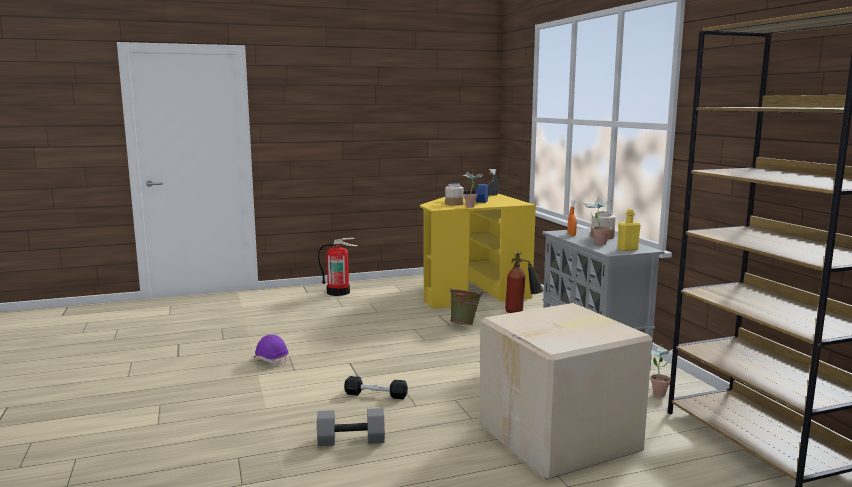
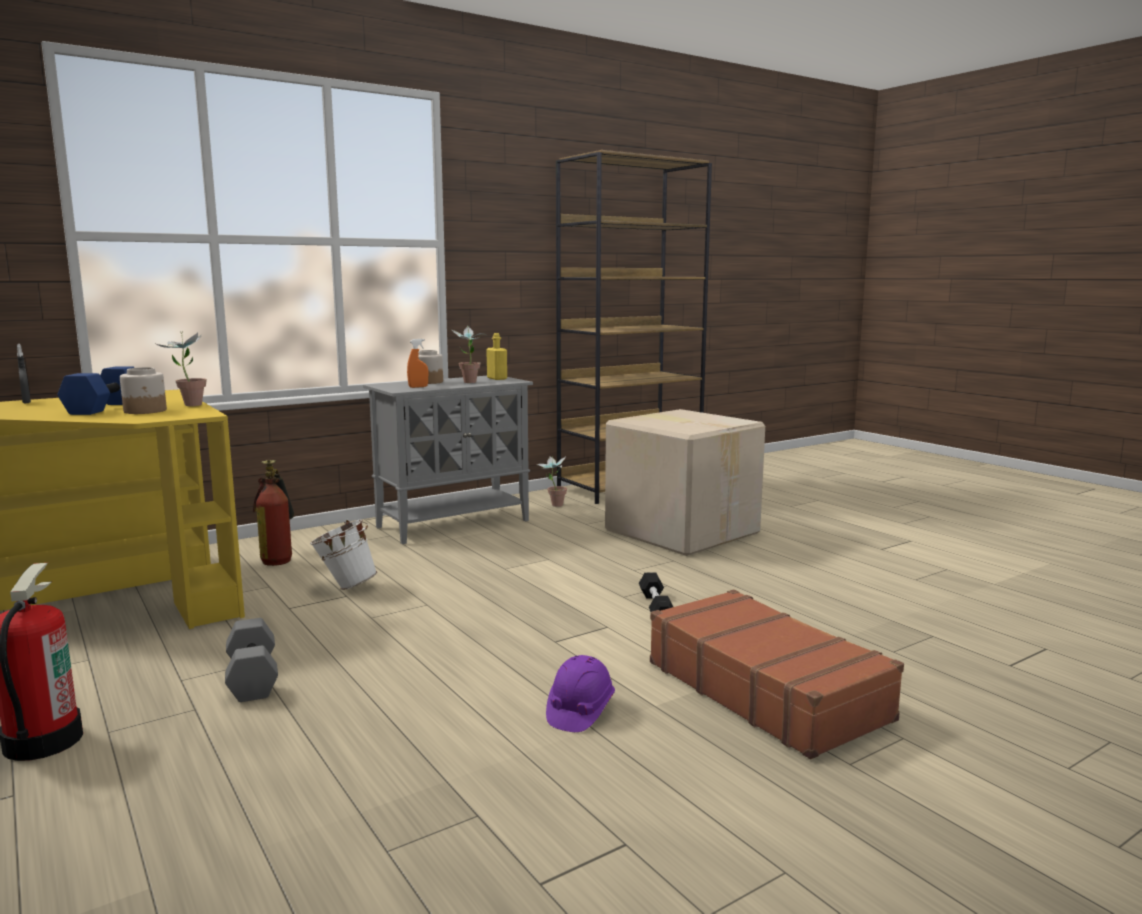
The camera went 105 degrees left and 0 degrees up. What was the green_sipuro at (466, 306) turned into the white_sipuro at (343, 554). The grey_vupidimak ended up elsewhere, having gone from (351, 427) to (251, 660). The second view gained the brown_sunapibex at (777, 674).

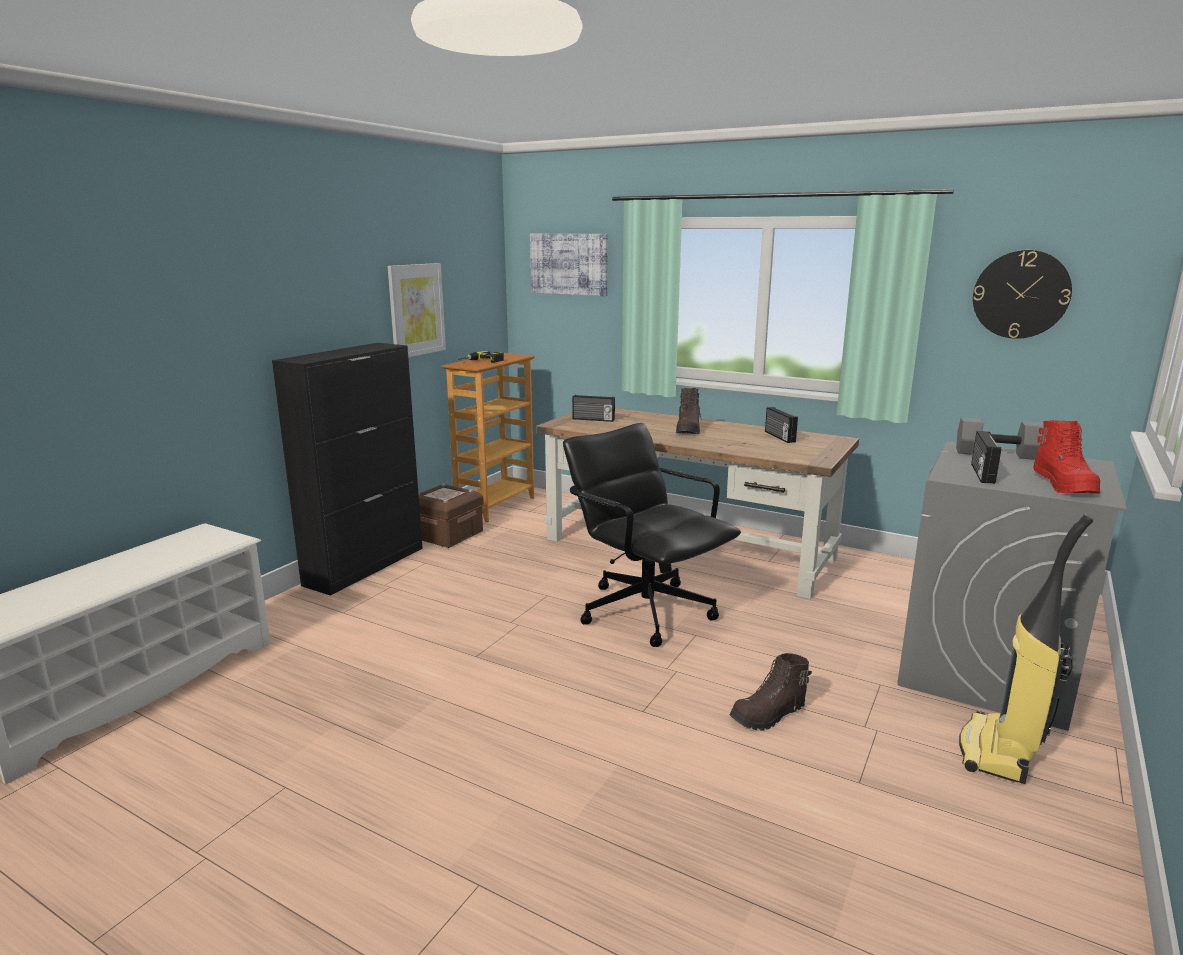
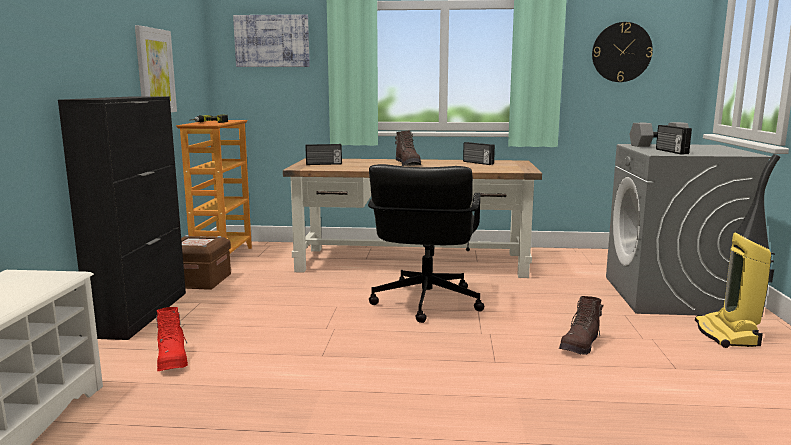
The camera went 25 degrees left and 5 degrees down. The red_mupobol ended up elsewhere, having gone from (1066, 457) to (172, 339). The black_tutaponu at (652, 535) ended up facing another way, 105 degrees counterclockwise from before.

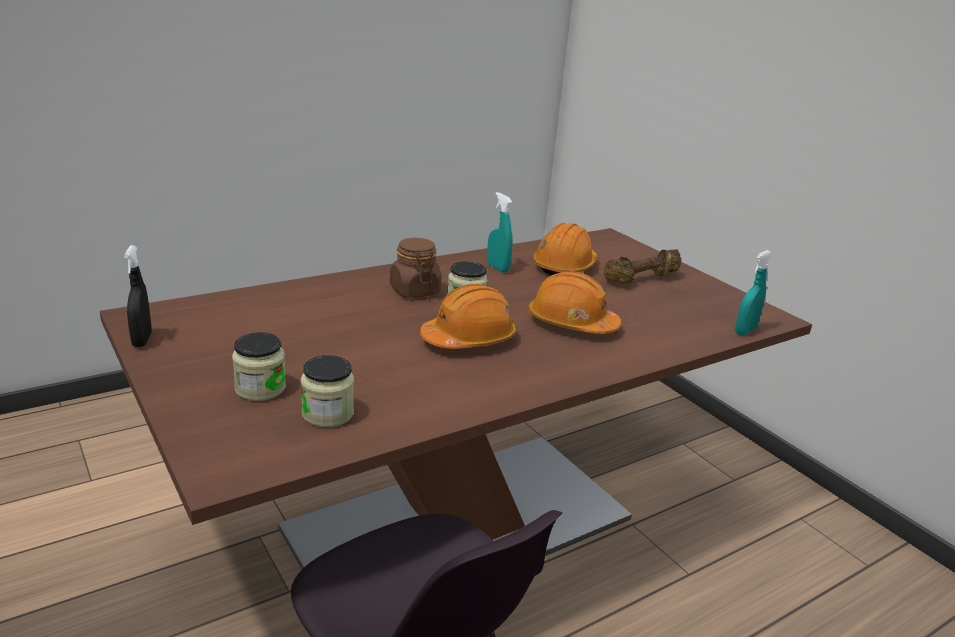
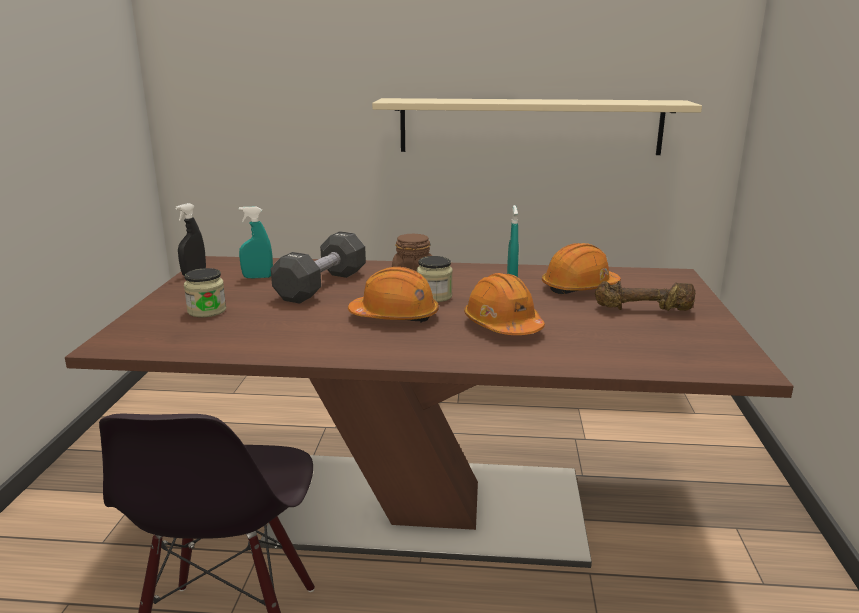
The camera went 40 degrees right and 5 degrees down. The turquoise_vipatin ended up elsewhere, having gone from (753, 292) to (256, 242). The second view lost the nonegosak at (327, 391). The second view gained the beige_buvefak at (537, 126). The second view gained the black_vupidimak at (318, 267).

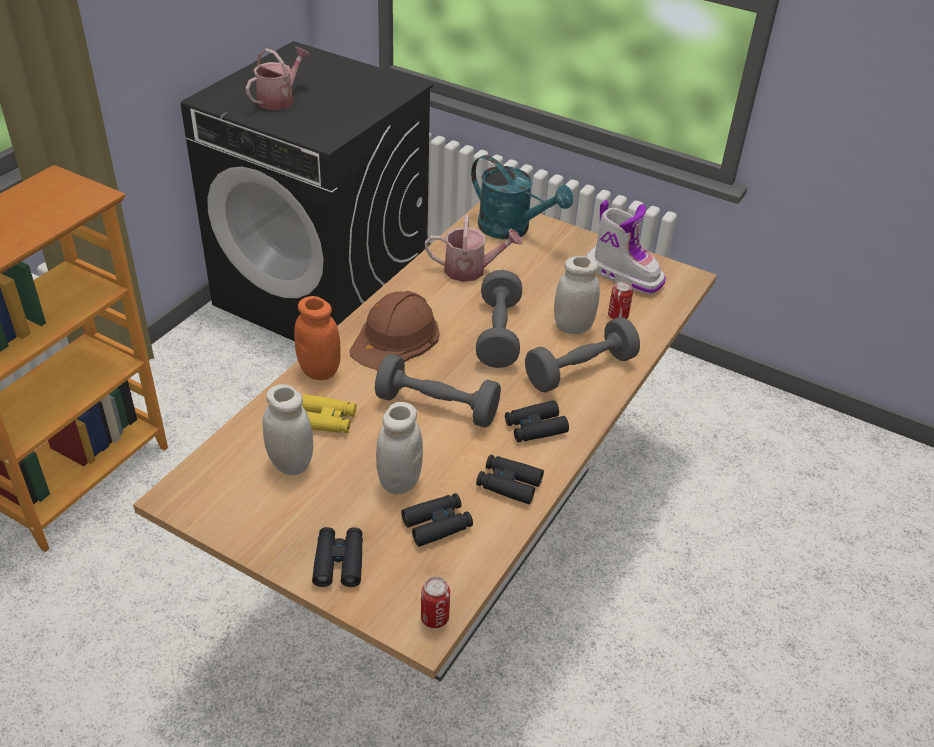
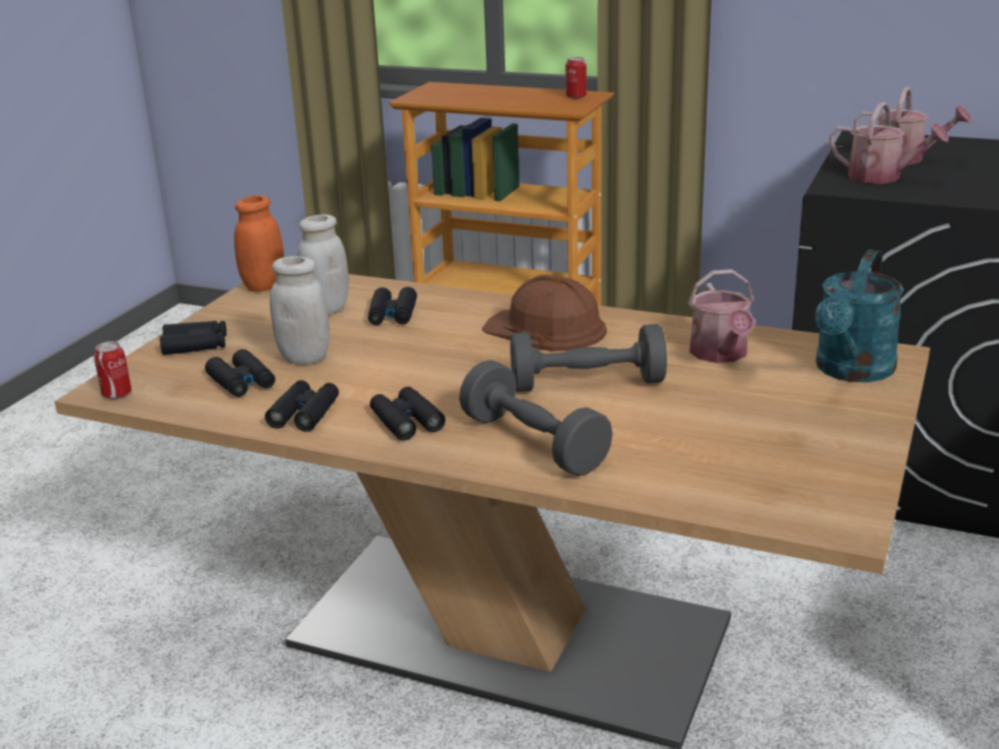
The camera went 85 degrees right and 15 degrees down. The second view lost the mupobol at (626, 247). The second view lost the white_nonegosak at (577, 295). The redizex ended up elsewhere, having gone from (620, 300) to (576, 78). The orange_nonegosak ended up elsewhere, having gone from (317, 338) to (259, 243). The second view lost the grey_vupidimak at (438, 391). What was the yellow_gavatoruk at (329, 413) turned into the black_gavatoruk at (392, 306). The second view gained the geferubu at (889, 143).

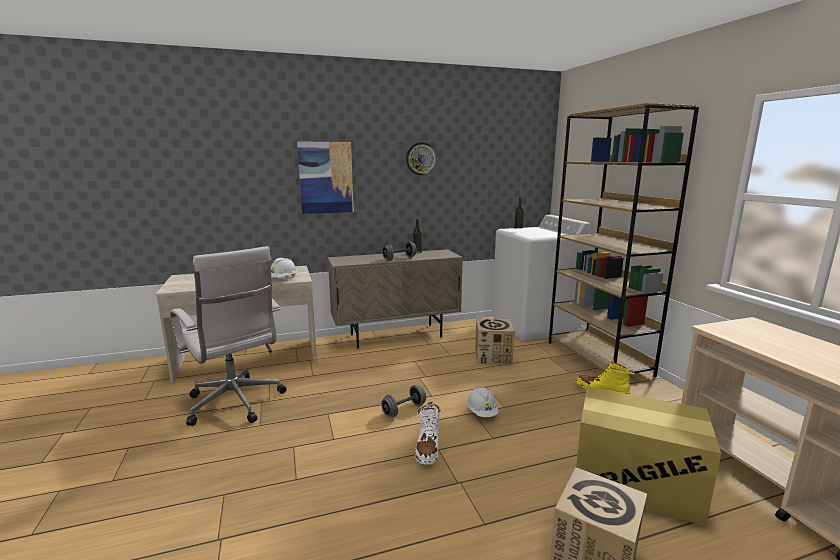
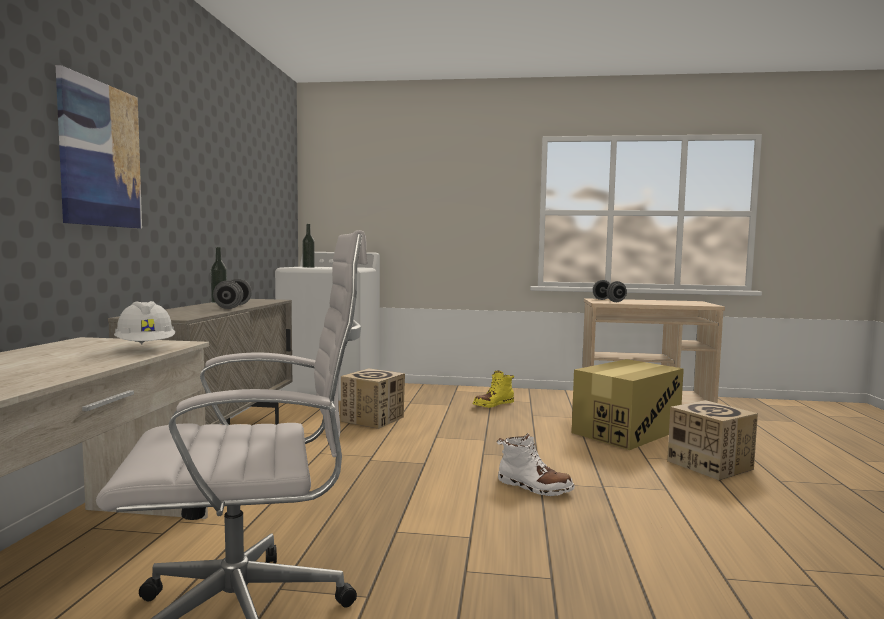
The camera went 65 degrees left and 10 degrees down. The second view lost the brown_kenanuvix at (624, 240). The second view lost the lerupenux at (421, 159). The grey_vupidimak ended up elsewhere, having gone from (403, 401) to (610, 291). The second view lost the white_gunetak at (482, 402).

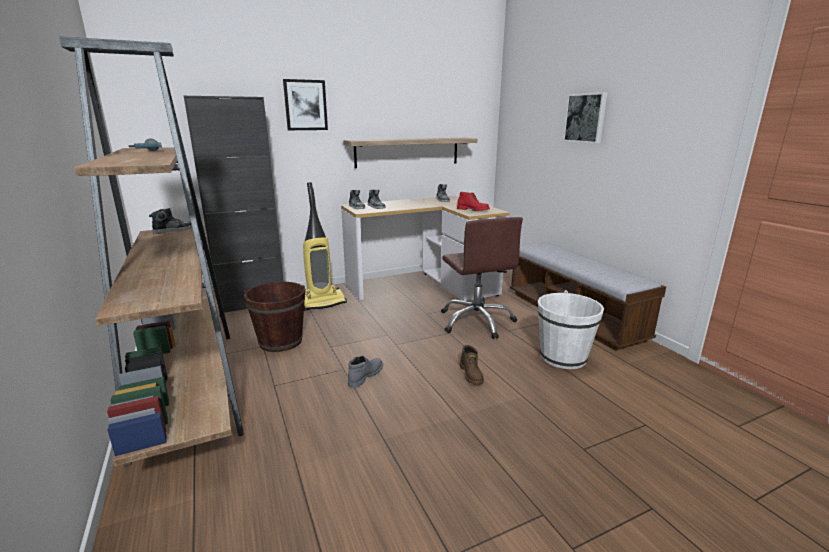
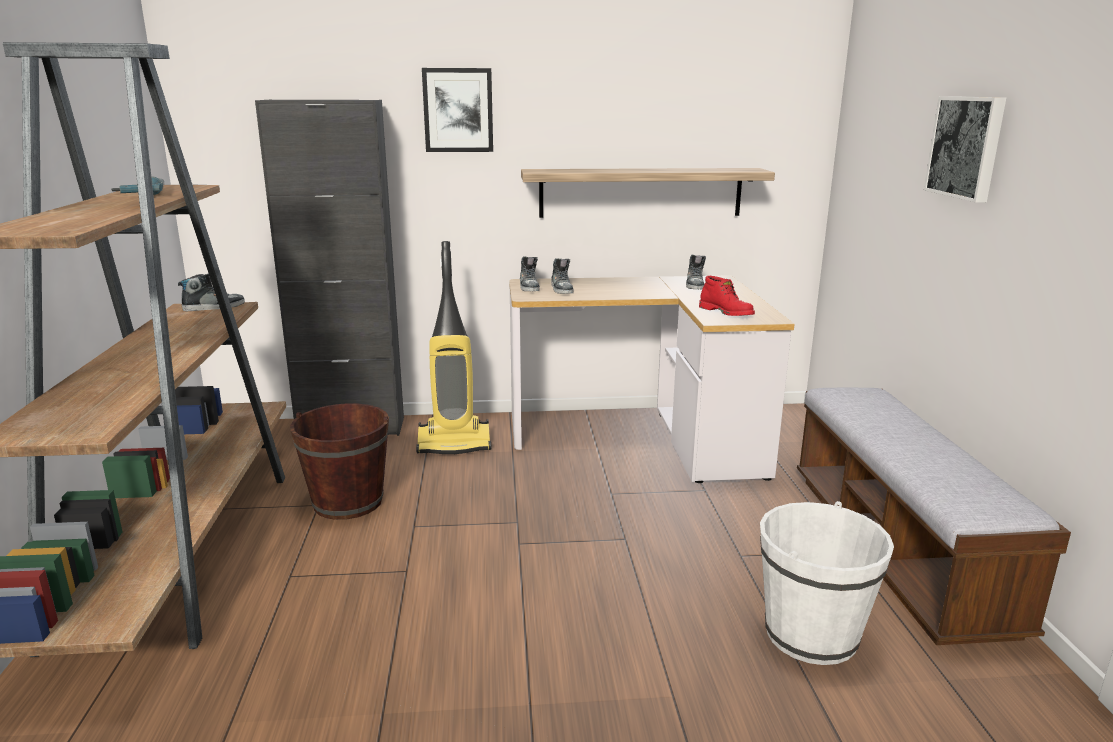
The camera went 20 degrees right and 0 degrees up. The second view lost the brown_tutaponu at (482, 278). The second view lost the brown_mupobol at (472, 365). The second view lost the grey_mupobol at (365, 372).

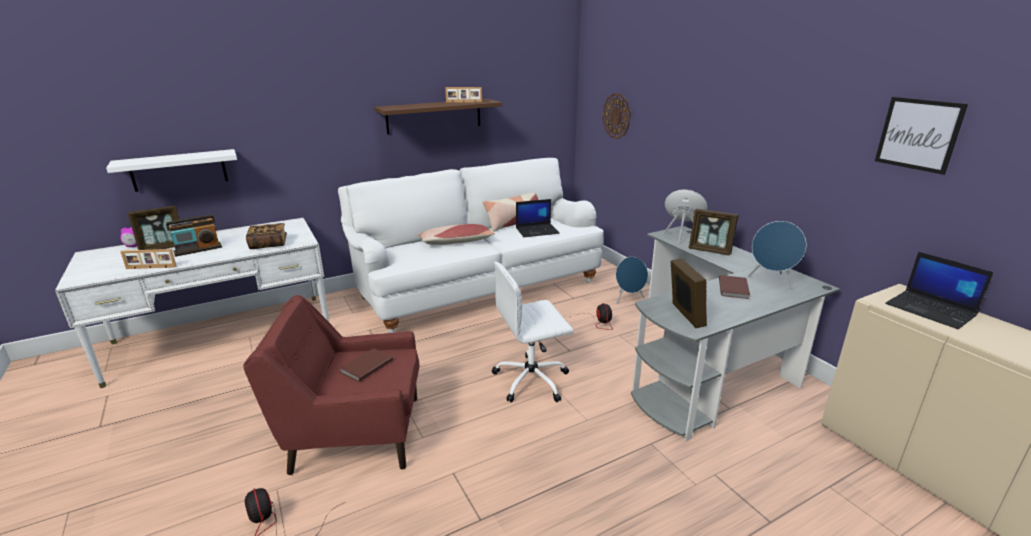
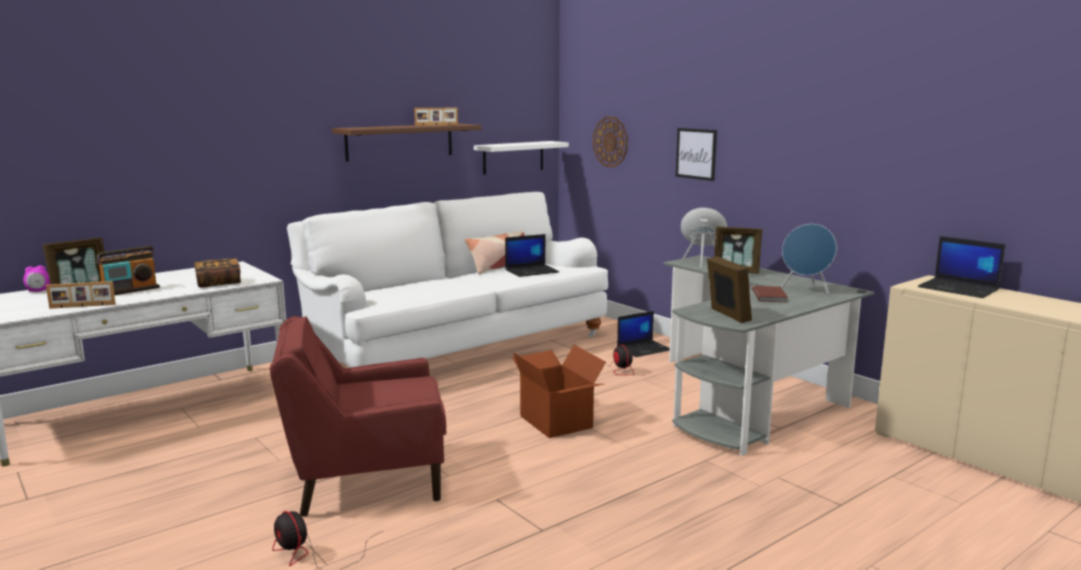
The camera went 10 degrees left and 10 degrees down. The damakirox ended up elsewhere, having gone from (921, 136) to (696, 154). The white_buvefak ended up elsewhere, having gone from (171, 170) to (521, 158). The second view lost the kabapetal at (456, 234). Where the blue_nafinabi stood at (632, 280), the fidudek came to stand at (643, 334). Where the white_tutaponu stood at (533, 332), the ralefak came to stand at (559, 391). The second view lost the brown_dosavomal at (366, 365).

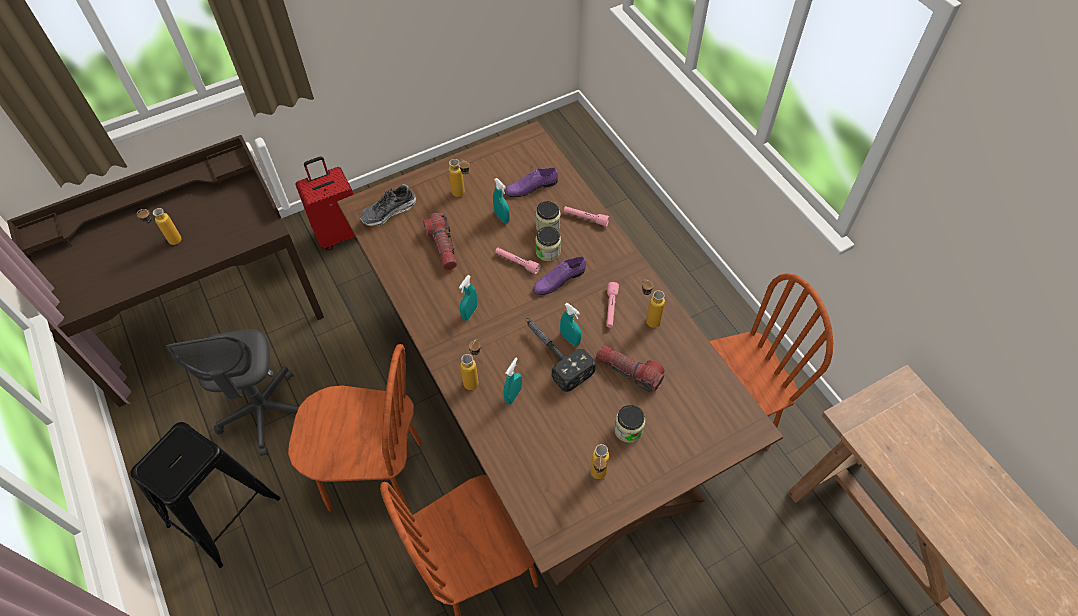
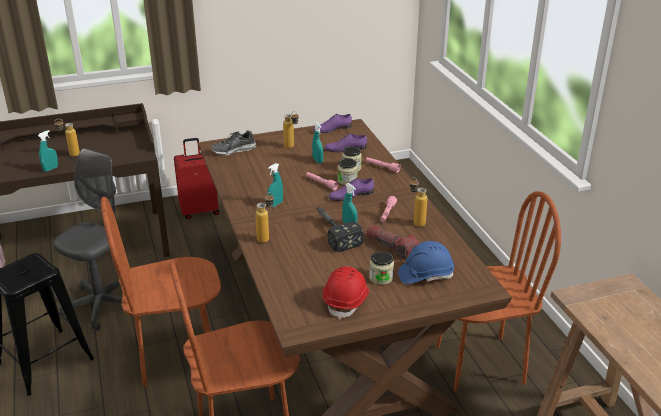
The camera went 10 degrees right and 25 degrees down. The second view lost the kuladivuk at (440, 241). The grey_tutaponu at (232, 392) ended up facing another way, 150 degrees counterclockwise from before. The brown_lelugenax at (354, 427) ended up facing another way, 150 degrees clockwise from before. The turquoise_vipatin ended up elsewhere, having gone from (512, 381) to (48, 151). Where the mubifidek stood at (599, 461), the red_gunetak came to stand at (346, 293). The second view gained the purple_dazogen at (332, 123). The second view gained the blue_gunetak at (426, 262).

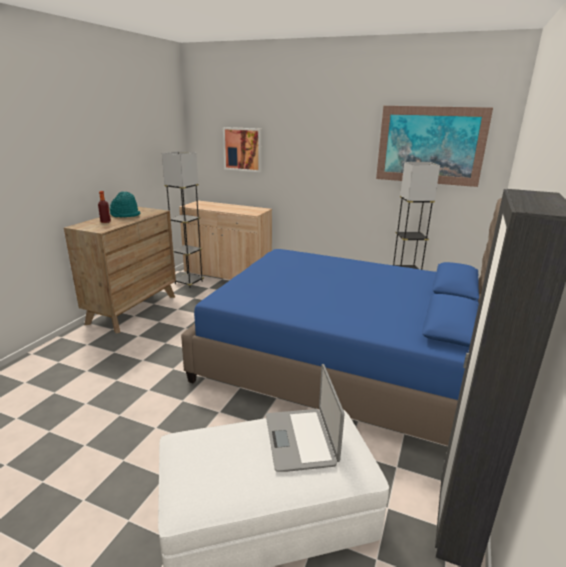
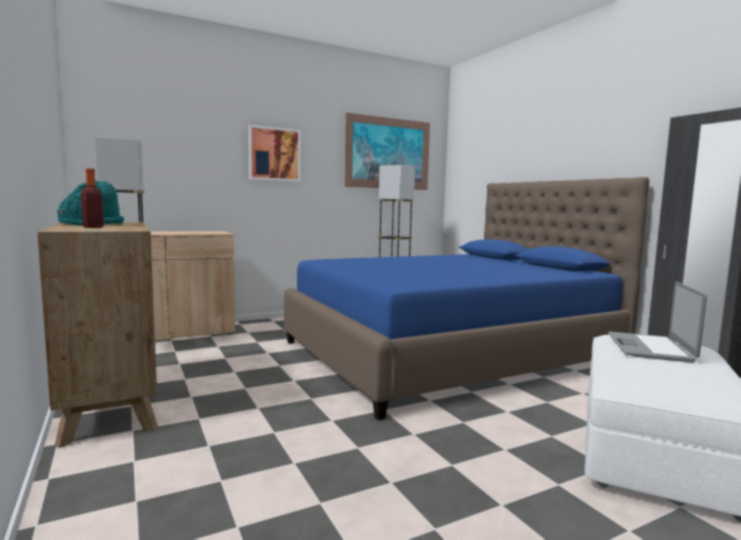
The camera went 50 degrees left and 15 degrees down. The damakirox ended up elsewhere, having gone from (242, 149) to (275, 153). The fidudek at (305, 418) ended up facing another way, 75 degrees clockwise from before.

